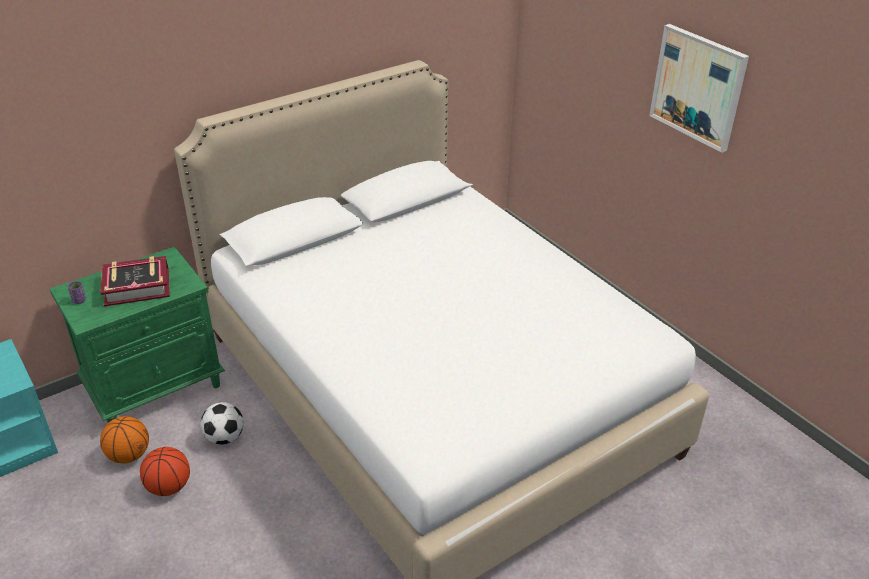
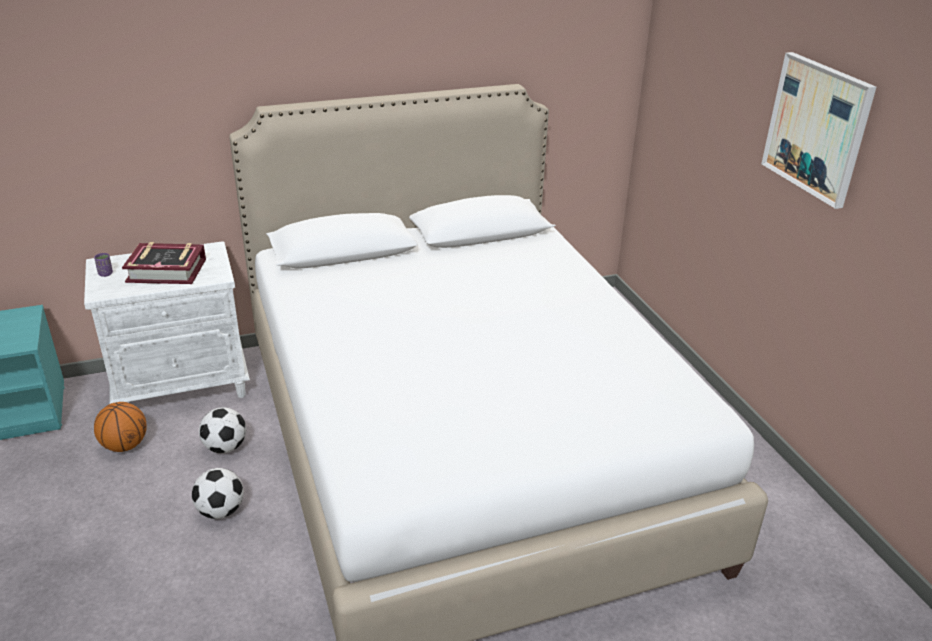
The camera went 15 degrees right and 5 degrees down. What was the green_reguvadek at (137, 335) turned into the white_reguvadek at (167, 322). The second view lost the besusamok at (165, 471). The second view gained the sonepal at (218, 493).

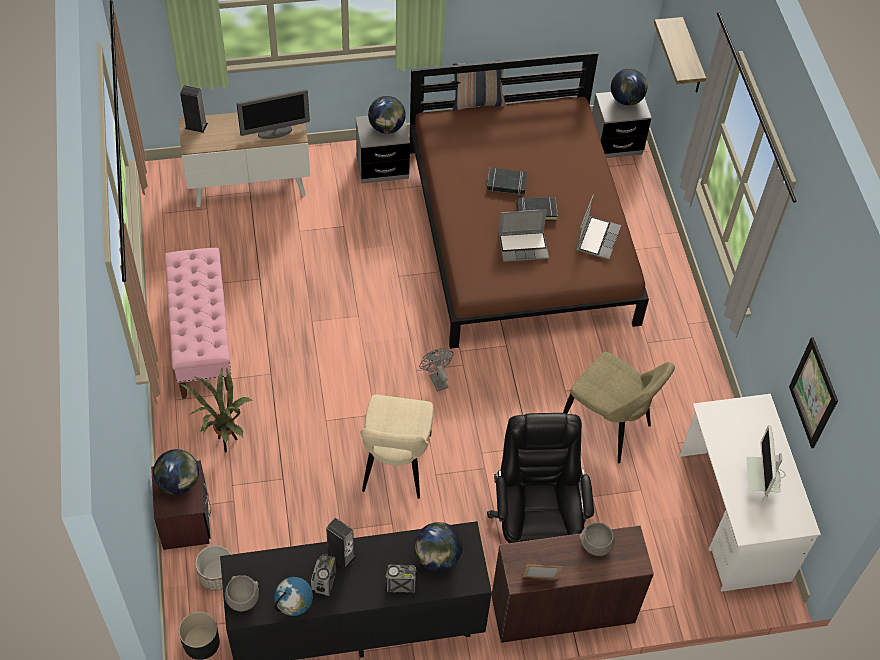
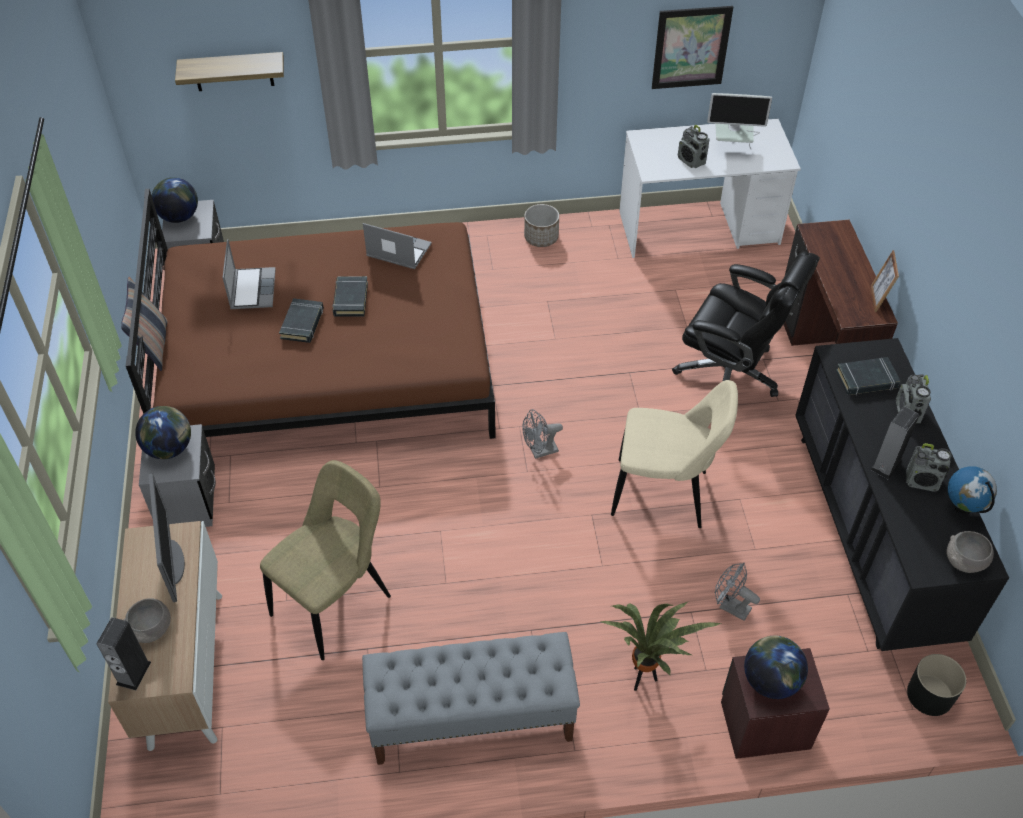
The camera went 85 degrees left and 5 degrees down. The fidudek ended up elsewhere, having gone from (523, 235) to (249, 274). What was the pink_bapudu at (198, 323) turned into the grey_bapudu at (471, 698). The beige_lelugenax ended up elsewhere, having gone from (619, 407) to (325, 560). The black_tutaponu at (540, 478) ended up facing another way, 150 degrees counterclockwise from before. Where the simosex stood at (438, 546), the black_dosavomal came to stand at (868, 376). The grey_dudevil ended up elsewhere, having gone from (597, 539) to (147, 620). The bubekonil ended up elsewhere, having gone from (213, 568) to (541, 225). The second view gained the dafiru at (694, 146). The second view gained the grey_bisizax at (737, 592).

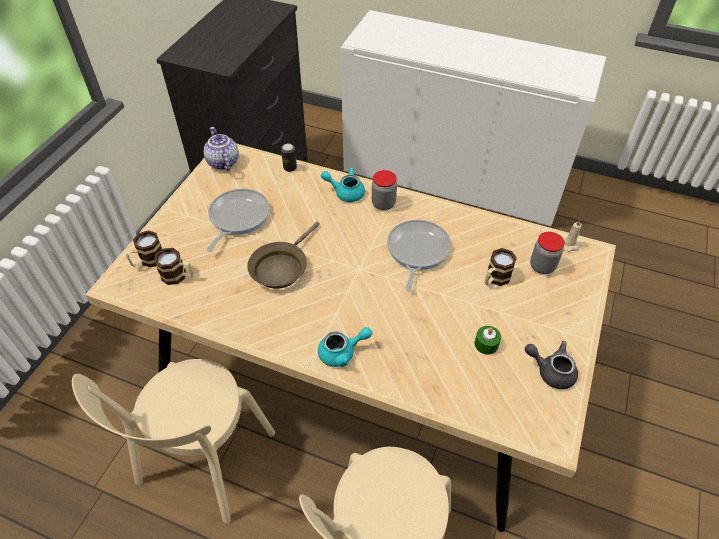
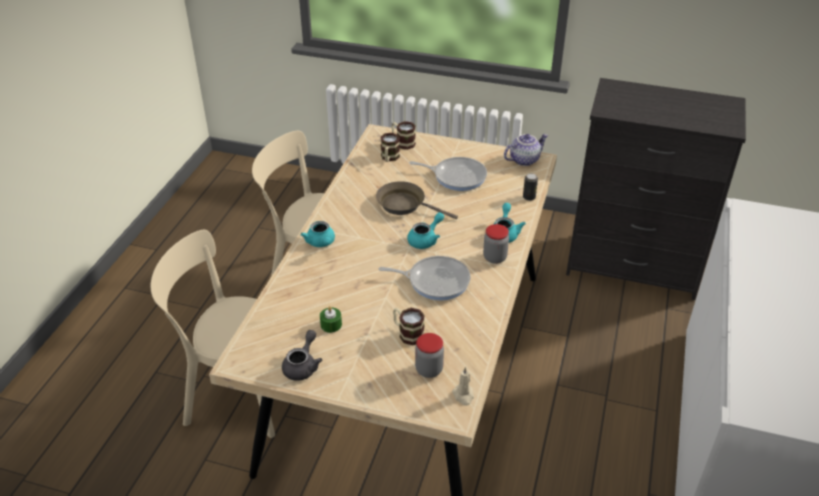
The camera went 85 degrees right and 10 degrees down. The second view gained the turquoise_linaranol at (425, 230).

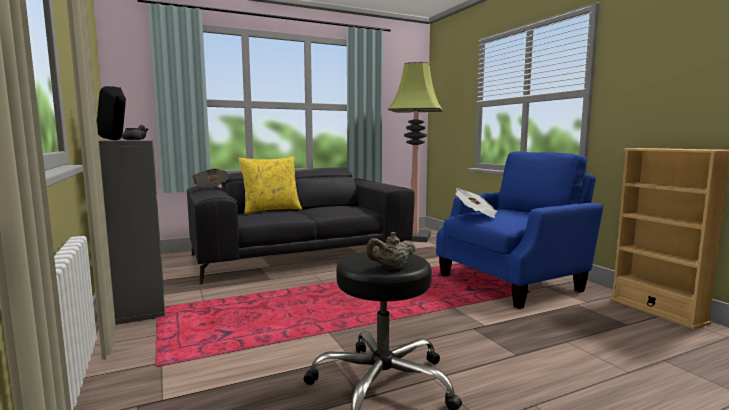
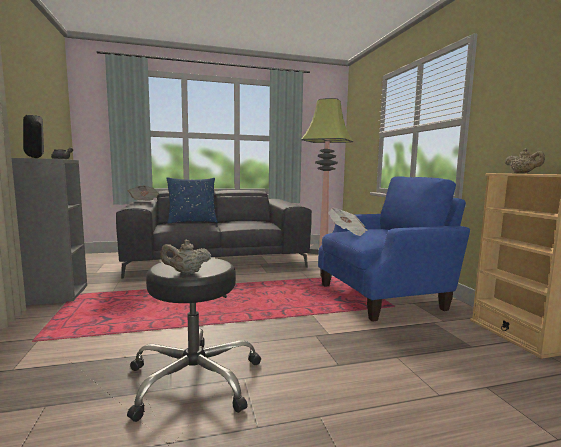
The camera went 10 degrees right and 0 degrees up. What was the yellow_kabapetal at (270, 185) turned into the blue_kabapetal at (192, 200). The second view gained the beige_linaranol at (525, 160).

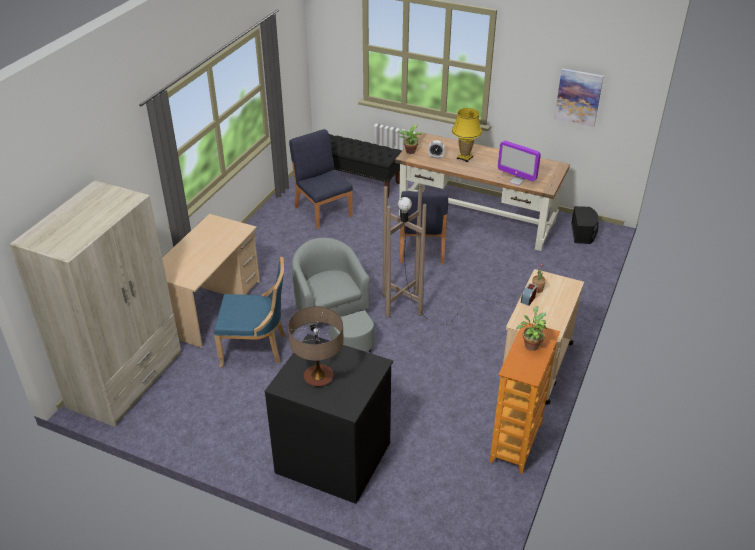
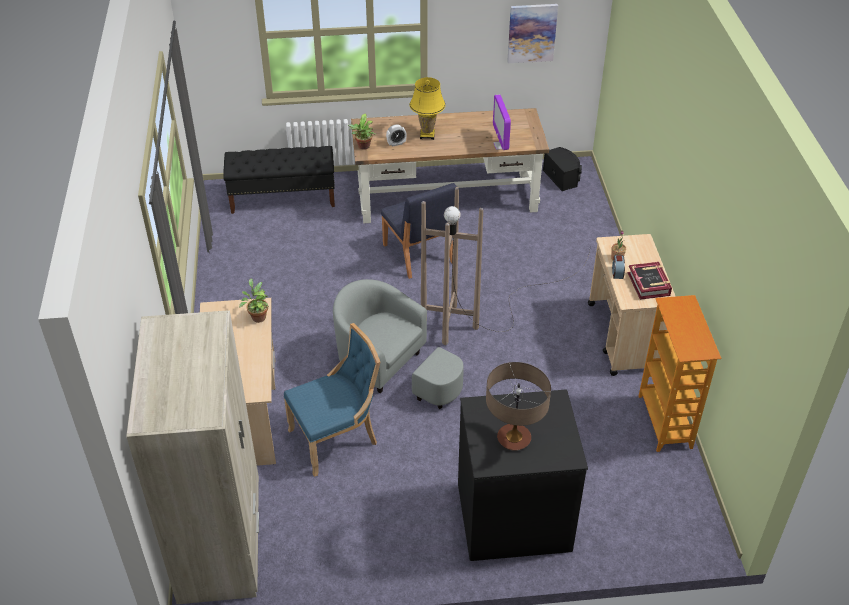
The camera went 30 degrees left and 5 degrees up. The second view lost the blue_lelugenax at (321, 179). The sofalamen at (519, 163) ended up facing another way, 75 degrees clockwise from before. The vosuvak ended up elsewhere, having gone from (531, 328) to (254, 300). The second view gained the dosavomal at (650, 281).

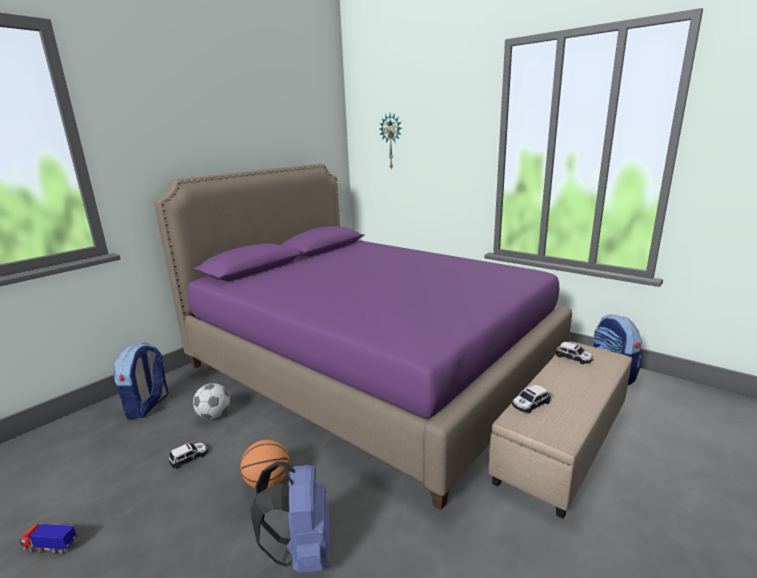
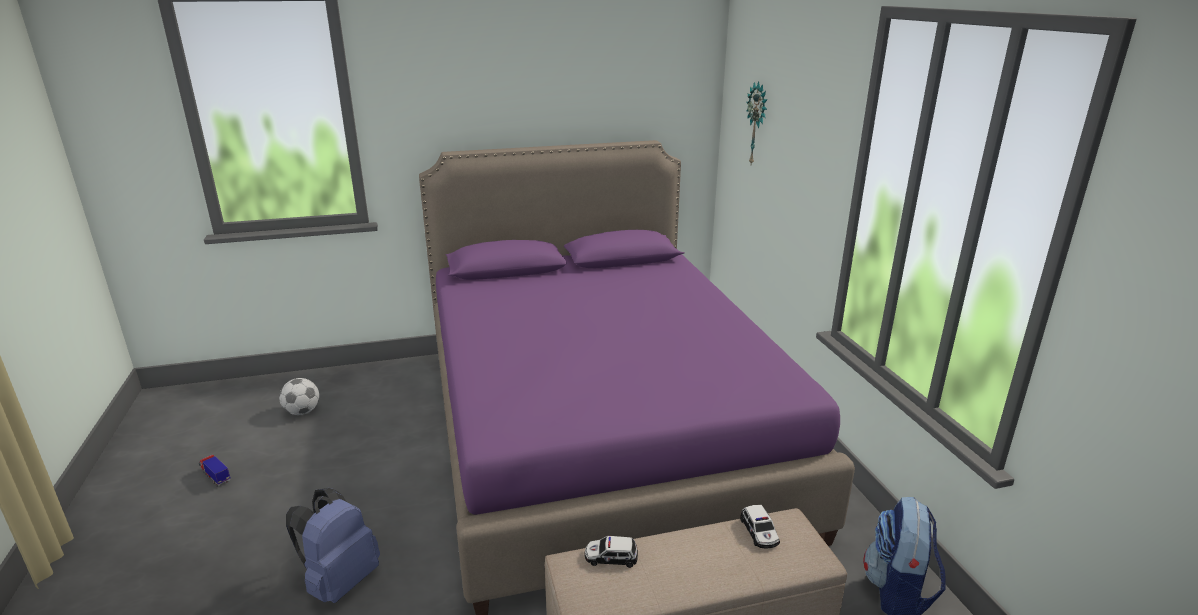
The camera went 35 degrees right and 5 degrees up. The second view lost the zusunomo at (140, 380). The sonepal ended up elsewhere, having gone from (211, 401) to (299, 396). The second view lost the besusamok at (265, 464). The second view lost the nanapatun at (188, 456).

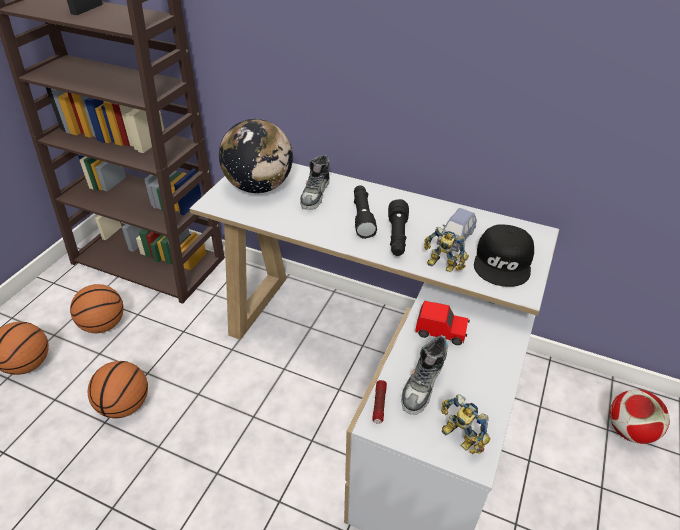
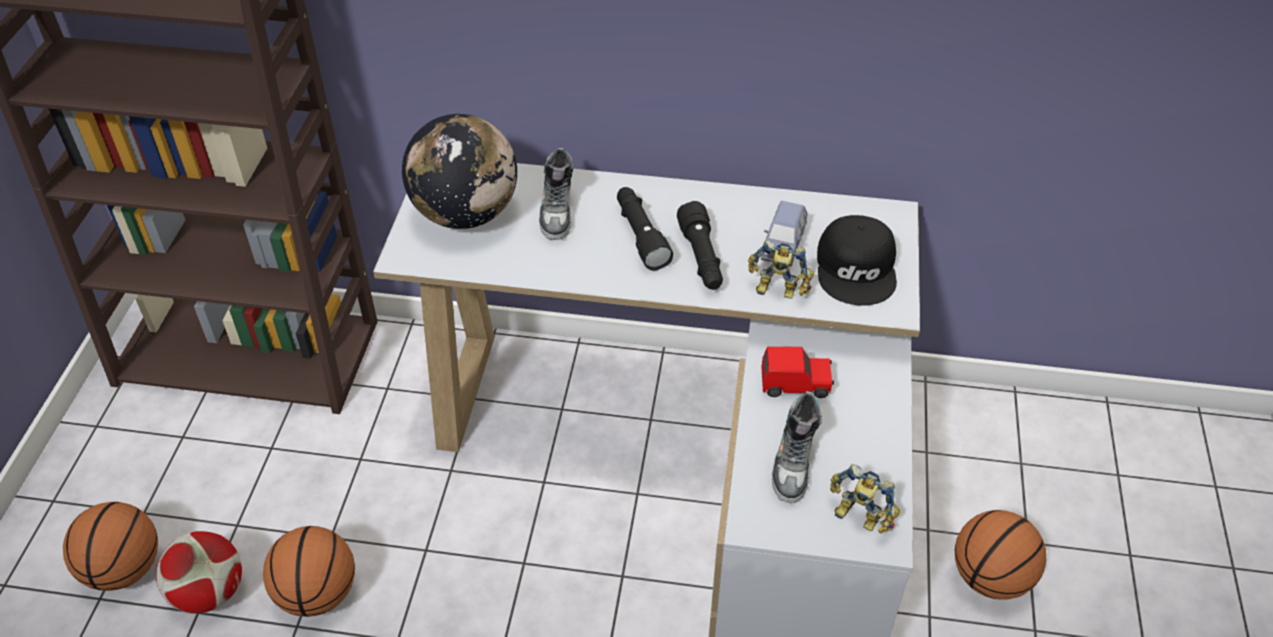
The camera went 15 degrees left and 5 degrees up. The besusamok ended up elsewhere, having gone from (97, 308) to (1000, 555). The second view lost the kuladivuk at (379, 402). The sonepal ended up elsewhere, having gone from (640, 416) to (199, 572).

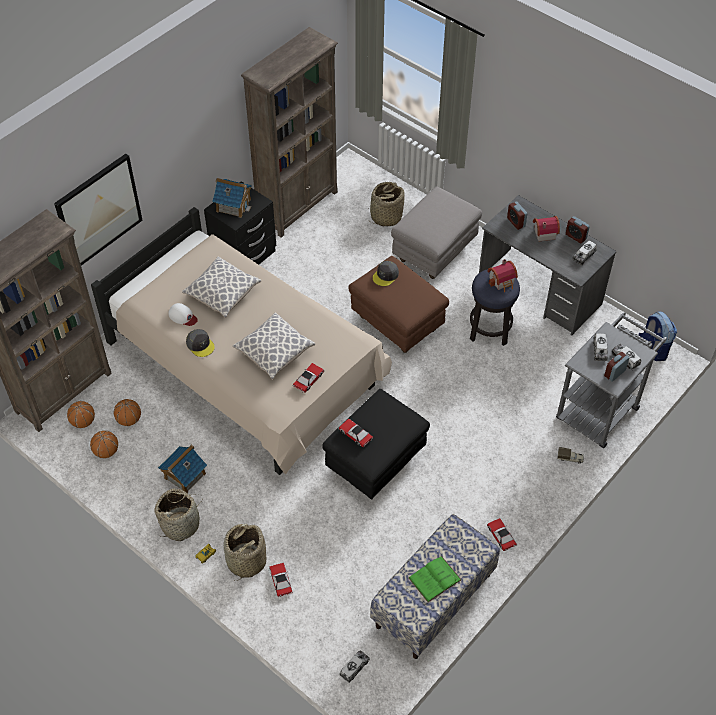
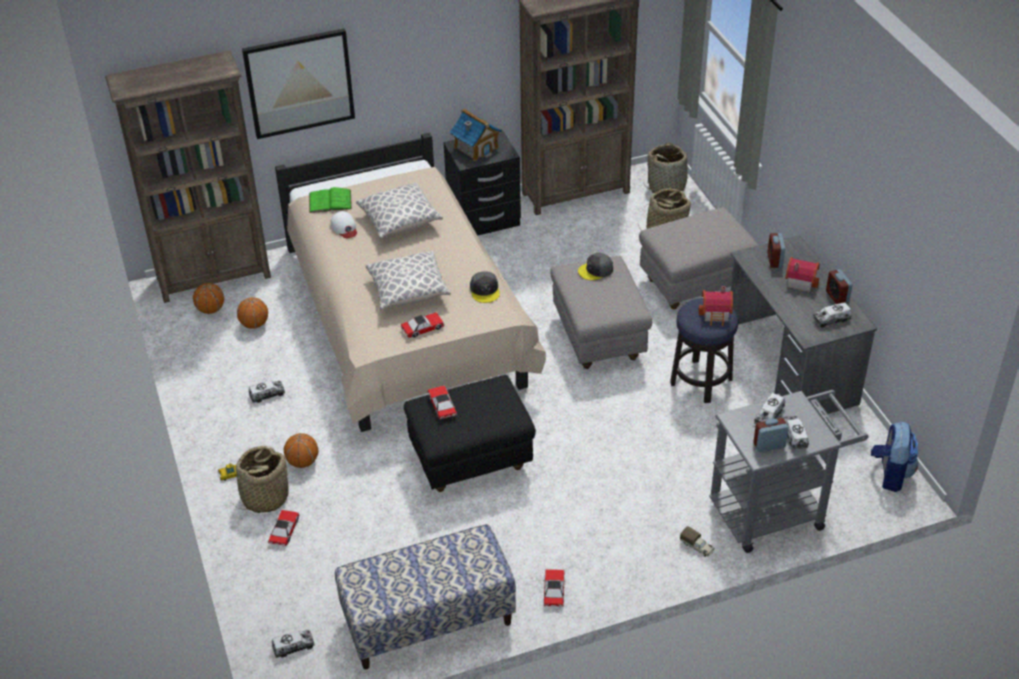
The camera went 30 degrees right and 10 degrees down. What was the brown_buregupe at (398, 304) turned into the grey_buregupe at (601, 312). The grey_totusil ended up elsewhere, having gone from (200, 343) to (485, 287). The besusamok ended up elsewhere, having gone from (104, 444) to (301, 450). Where the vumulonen stood at (182, 469), the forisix came to stand at (267, 391). The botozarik ended up elsewhere, having gone from (177, 515) to (667, 168). The green_dosavomal ended up elsewhere, having gone from (435, 579) to (330, 200).

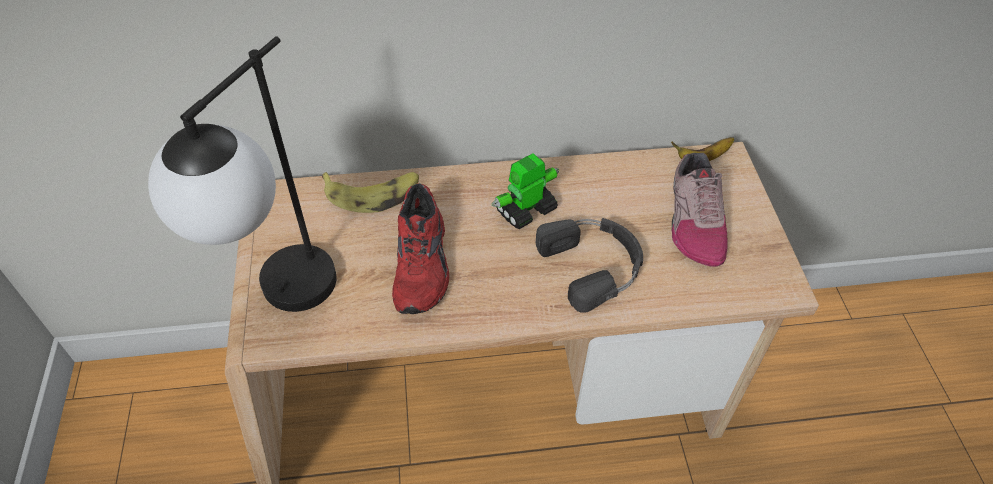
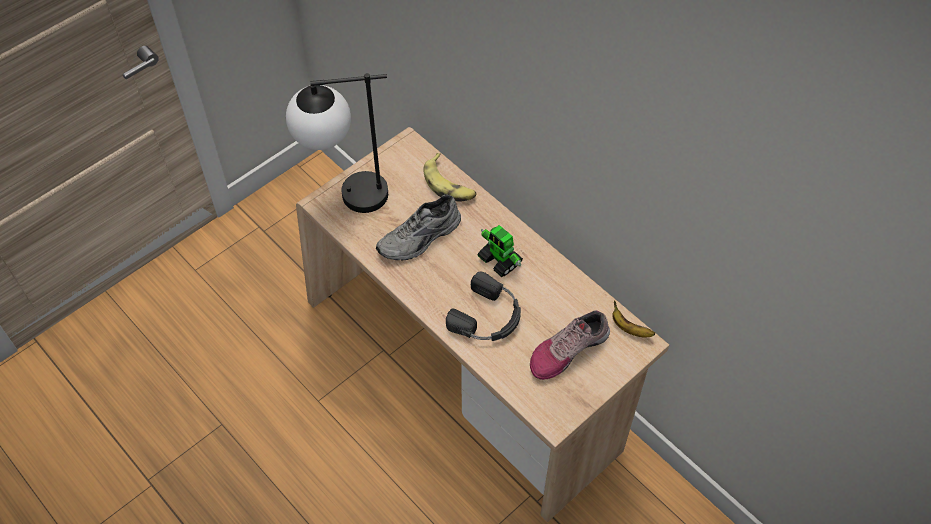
The camera went 55 degrees right and 5 degrees up. The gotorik at (525, 191) ended up facing another way, 150 degrees counterclockwise from before. What was the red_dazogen at (420, 248) turned into the grey_dazogen at (418, 227).

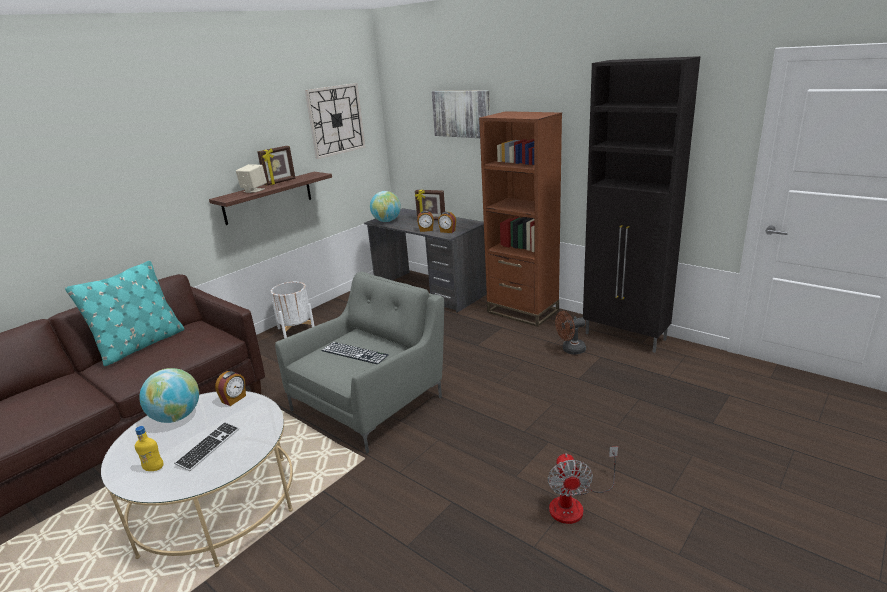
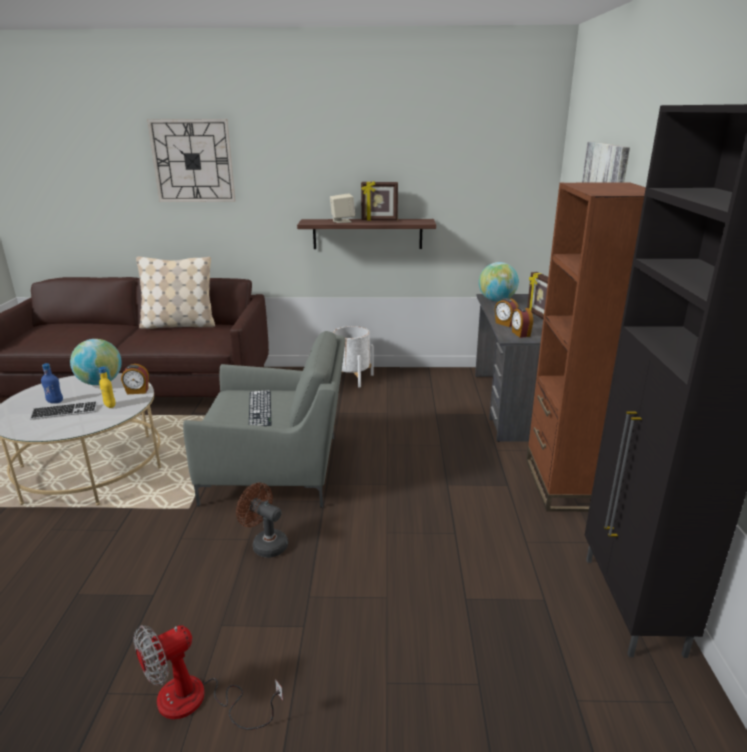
The camera went 50 degrees right and 0 degrees up. The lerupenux ended up elsewhere, having gone from (335, 121) to (191, 160). What was the turquoise_kabapetal at (124, 313) turned into the beige_kabapetal at (175, 293). The brown_bisizax ended up elsewhere, having gone from (570, 333) to (262, 520). The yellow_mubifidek ended up elsewhere, having gone from (149, 448) to (107, 387). The second view gained the blue_mubifidek at (52, 383).

